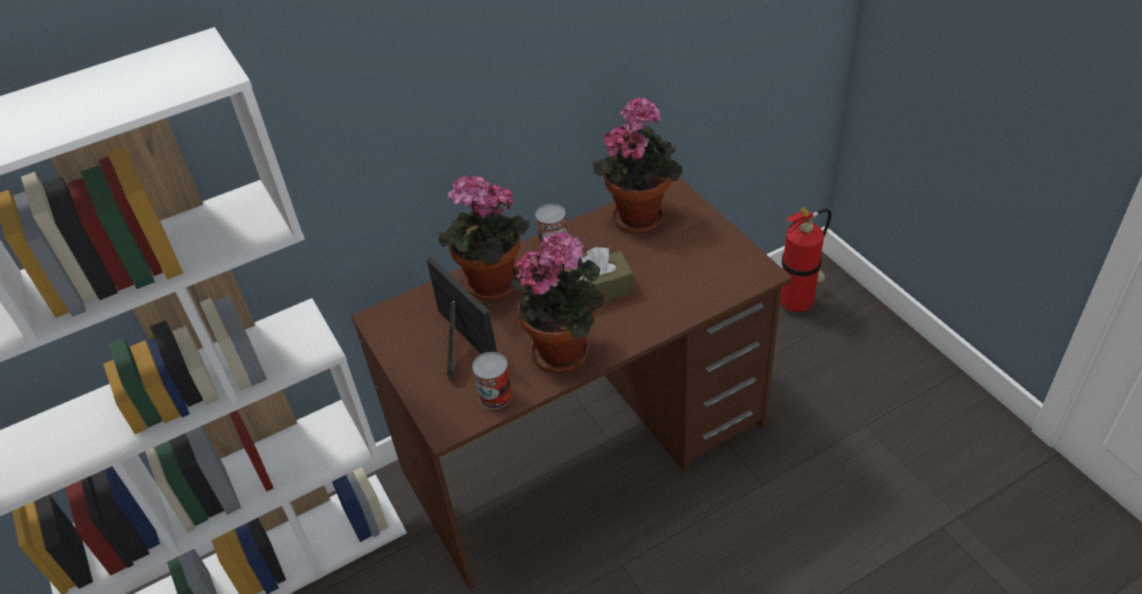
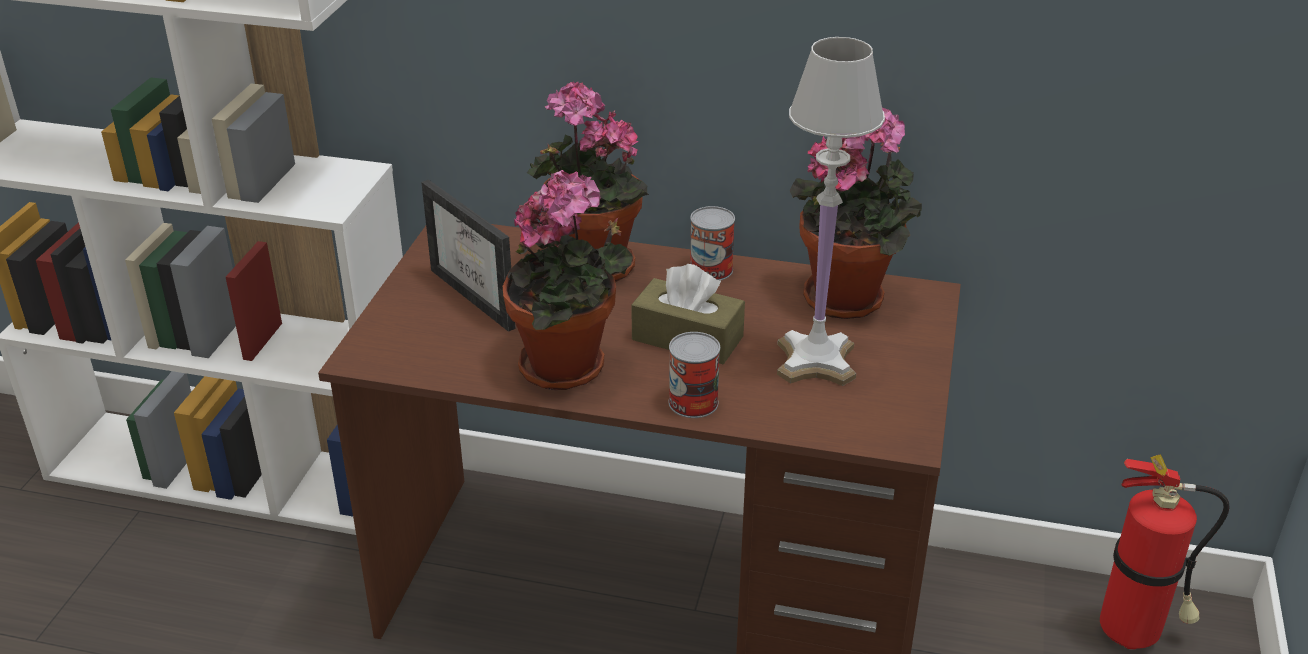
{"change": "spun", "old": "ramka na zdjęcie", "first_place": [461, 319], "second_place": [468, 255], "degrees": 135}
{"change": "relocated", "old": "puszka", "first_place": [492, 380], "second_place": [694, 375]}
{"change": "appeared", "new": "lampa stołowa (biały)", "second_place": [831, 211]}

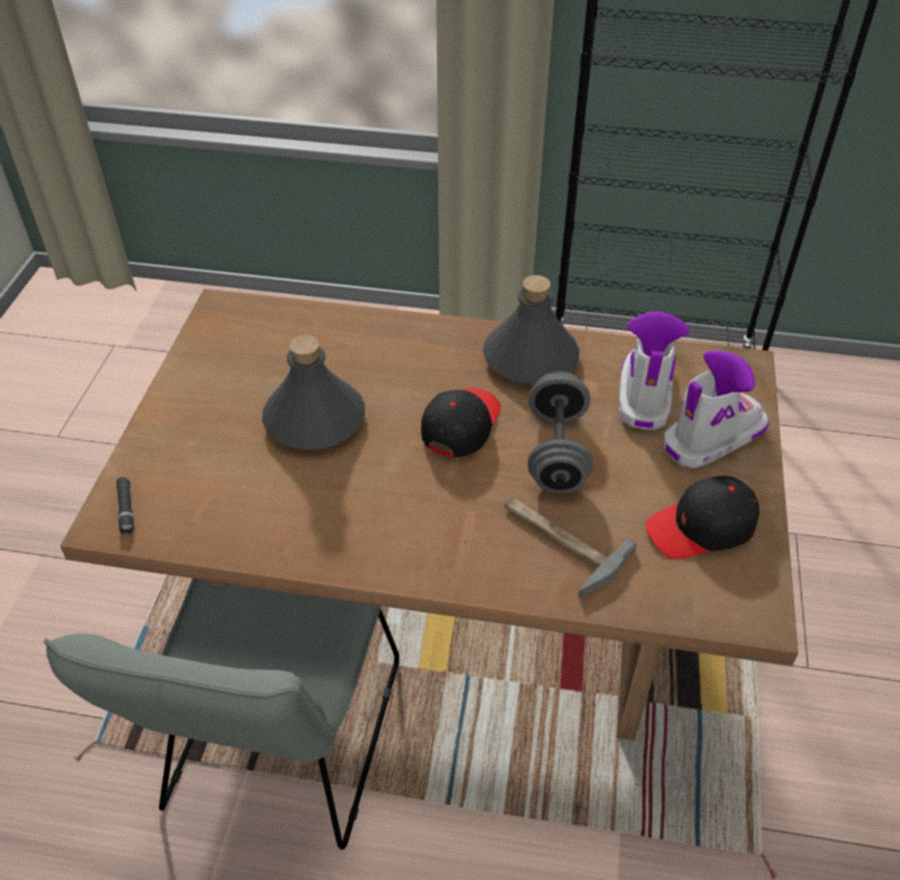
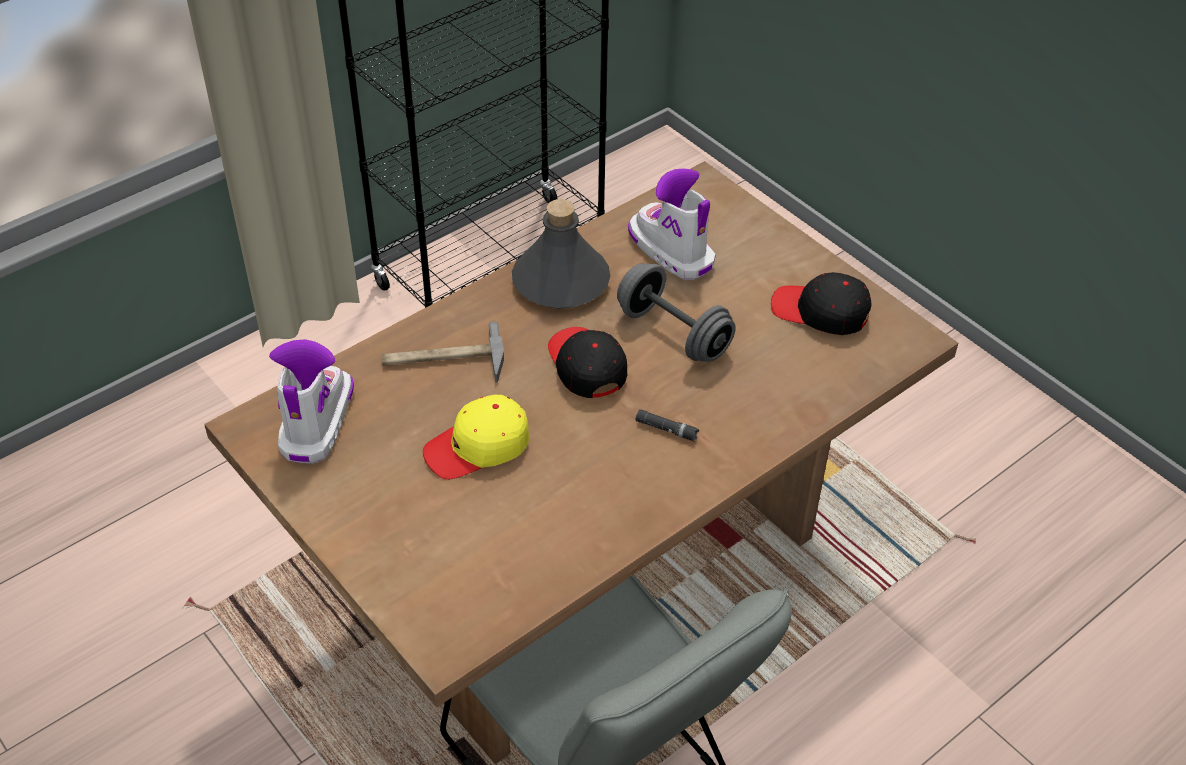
{"change": "relocated", "old": "latarka (czarny)", "first_place": [125, 505], "second_place": [667, 425]}
{"change": "exchanged", "old": "butelka (szary)", "new": "czapka z daszkiem (żółty)", "first_place": [313, 392], "second_place": [476, 437]}
{"change": "relocated", "old": "młotek", "first_place": [570, 547], "second_place": [442, 352]}
{"change": "spun", "old": "czapka z daszkiem (czarny)", "first_place": [702, 517], "second_place": [821, 303], "degrees": 90}
{"change": "relocated", "old": "but z cholewką", "first_place": [716, 409], "second_place": [311, 401]}

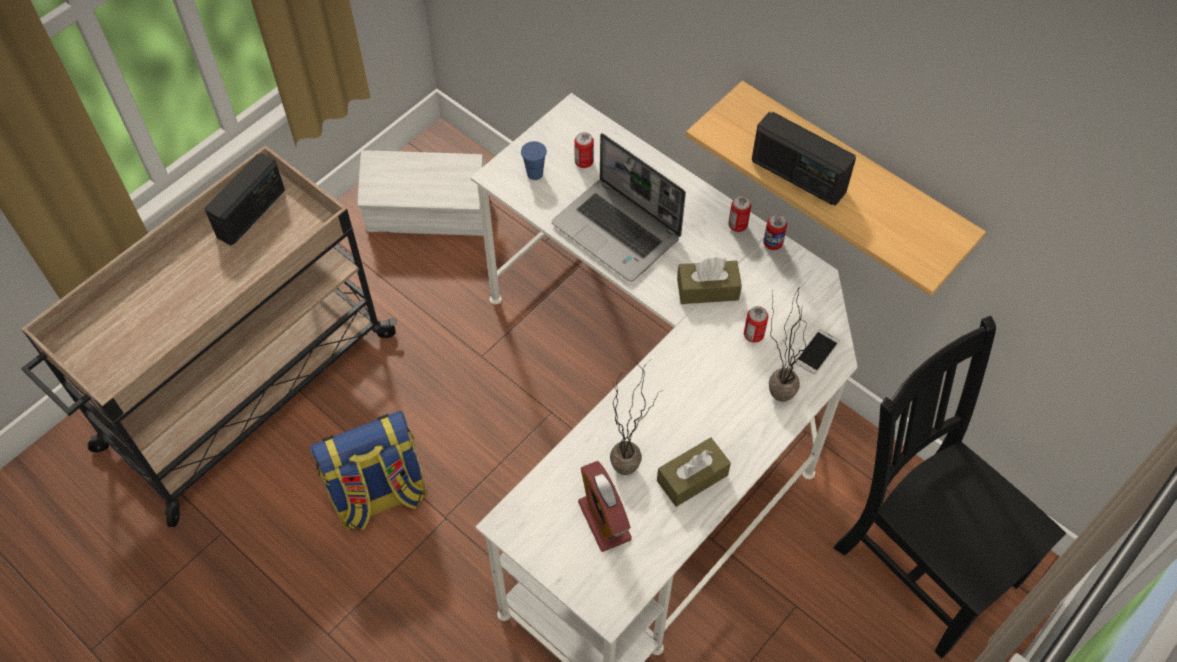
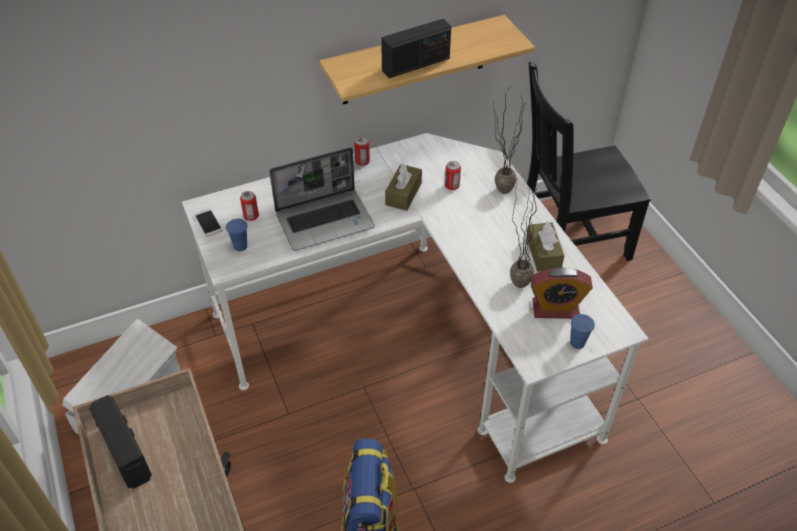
{"change": "missing", "old": "puszka", "first_place": [775, 232]}
{"change": "relocated", "old": "telefon", "first_place": [817, 352], "second_place": [208, 222]}
{"change": "appeared", "new": "filiżanka (niebieski)", "second_place": [582, 331]}

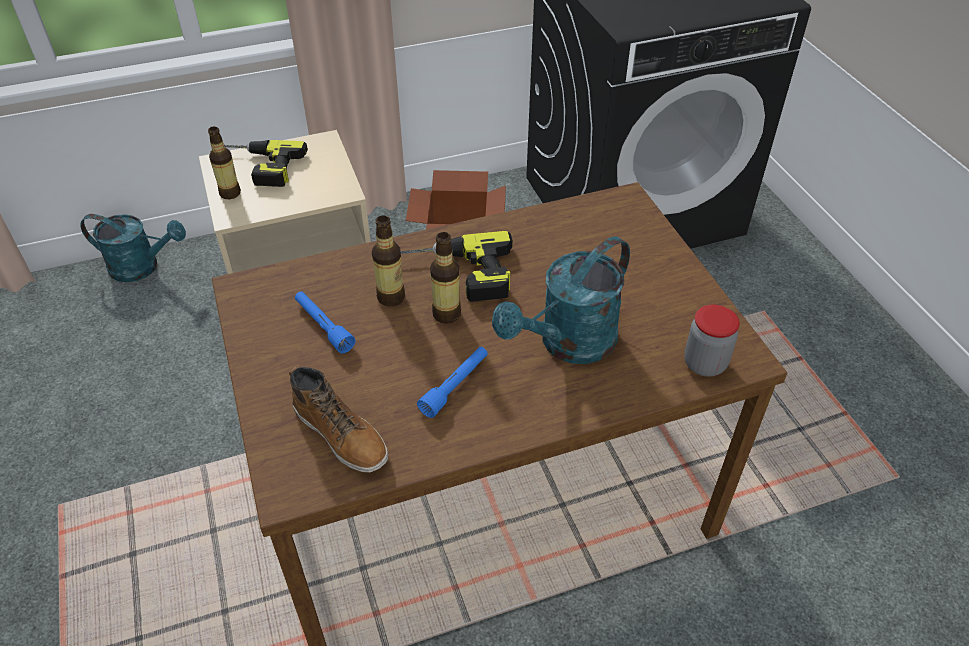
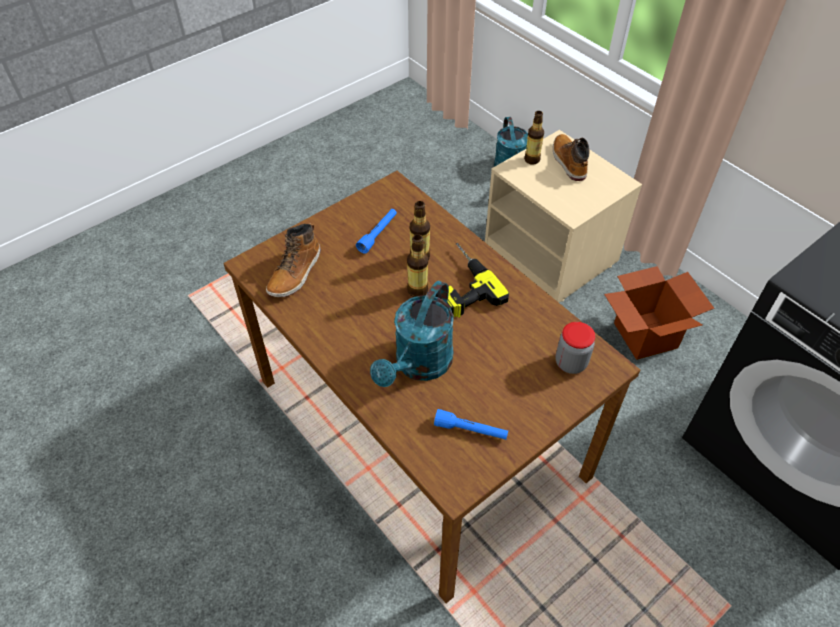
{"change": "exchanged", "old": "wiertarka", "new": "but z cholewką", "first_place": [266, 163], "second_place": [571, 157]}
{"change": "relocated", "old": "latarka (niebieski)", "first_place": [452, 382], "second_place": [471, 424]}
{"change": "spun", "old": "konewka (turkusowy)", "first_place": [561, 300], "second_place": [412, 334], "degrees": -90}
{"change": "relocated", "old": "słoik", "first_place": [712, 341], "second_place": [575, 348]}

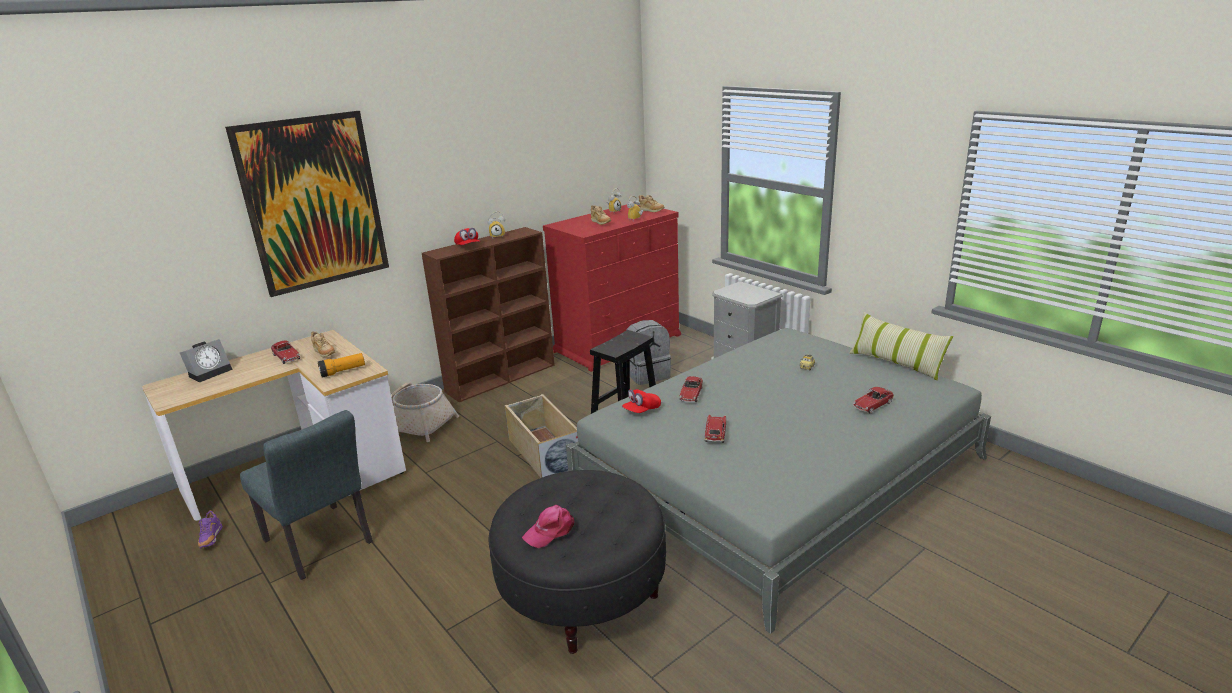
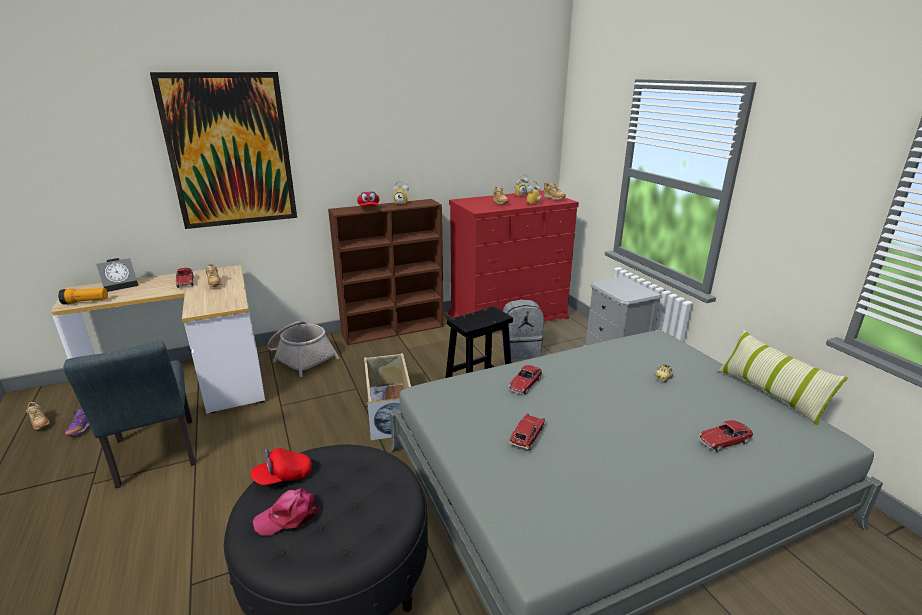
{"change": "relocated", "old": "latarka", "first_place": [341, 365], "second_place": [83, 296]}
{"change": "relocated", "old": "czapka z daszkiem (czerwony)", "first_place": [641, 401], "second_place": [281, 466]}
{"change": "appeared", "new": "but (beżowy)", "second_place": [38, 416]}

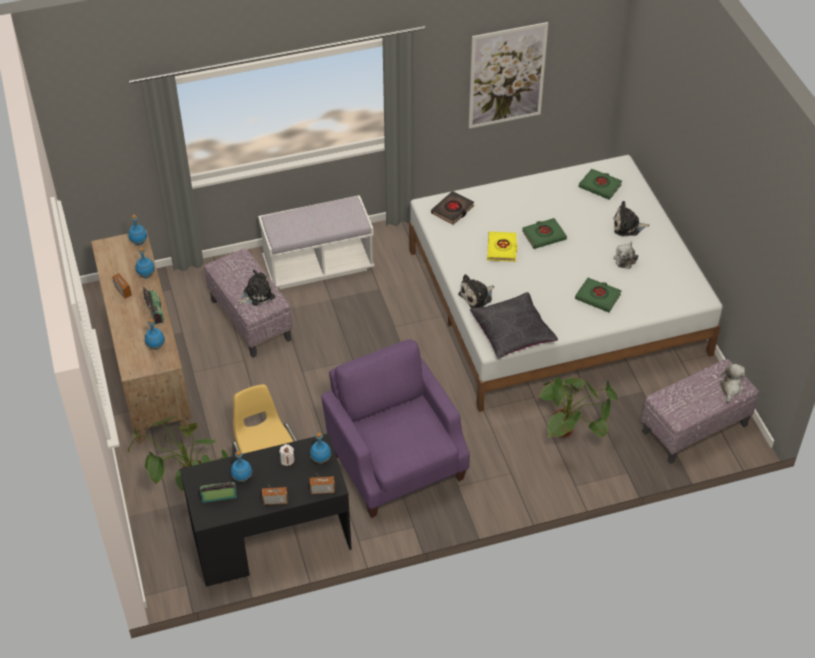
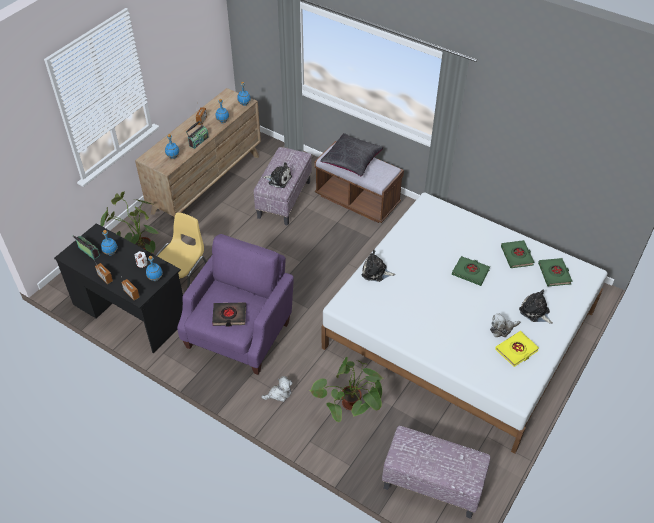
{"change": "colour", "old": "ławka (biały)", "new": "ławka (brązowy)", "first_place": [316, 242], "second_place": [359, 182]}
{"change": "relocated", "old": "książka (czarny)", "first_place": [452, 208], "second_place": [229, 314]}
{"change": "missing", "old": "obraz", "first_place": [508, 75]}
{"change": "relocated", "old": "poduszka (czarny)", "first_place": [514, 325], "second_place": [352, 154]}
{"change": "relocated", "old": "książka (żółty)", "first_place": [502, 246], "second_place": [517, 349]}
{"change": "relocated", "old": "książka (zielony)", "first_place": [598, 295], "second_place": [518, 254]}
{"change": "relocated", "old": "pluszak", "first_place": [732, 383], "second_place": [277, 389]}

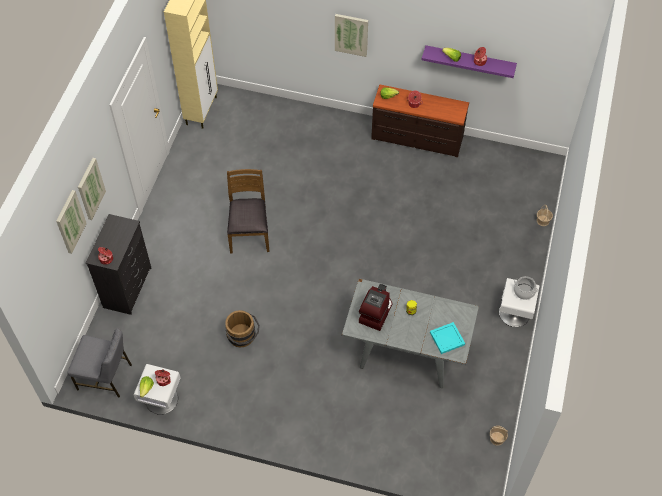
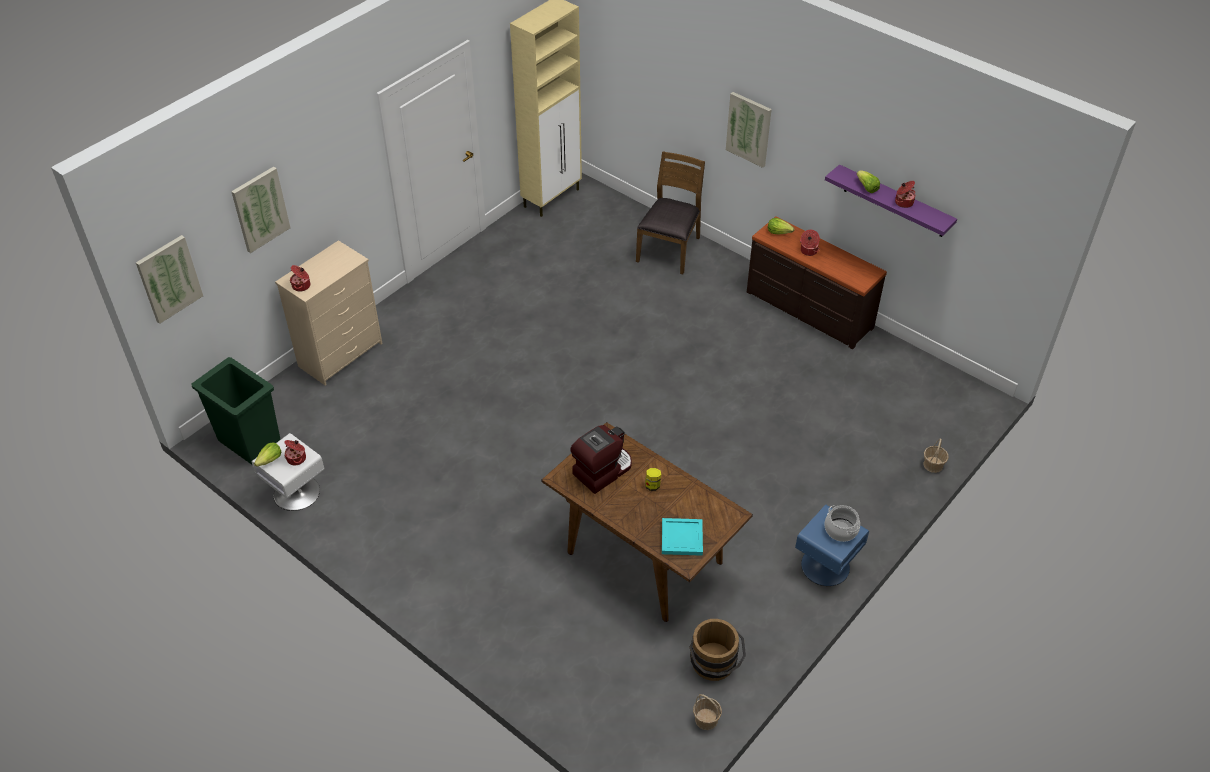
{"change": "exchanged", "old": "krzesło (szary)", "new": "kosz na śmieci (zielony)", "first_place": [99, 363], "second_place": [236, 411]}
{"change": "relocated", "old": "obraz", "first_place": [92, 189], "second_place": [169, 279]}
{"change": "colour", "old": "komoda (czarny)", "new": "komoda (beżowy)", "first_place": [119, 264], "second_place": [329, 312]}
{"change": "relocated", "old": "wiadro (brązowy)", "first_place": [242, 328], "second_place": [717, 650]}
{"change": "relocated", "old": "krzesło (brązowy)", "first_place": [248, 211], "second_place": [670, 212]}
{"change": "colour", "old": "stół jadalny (szary)", "new": "stół jadalny (brązowy)", "first_place": [410, 333], "second_place": [647, 522]}
{"change": "colour", "old": "szafka nocna (biały)", "new": "szafka nocna (niebieski)", "first_place": [519, 302], "second_place": [832, 545]}

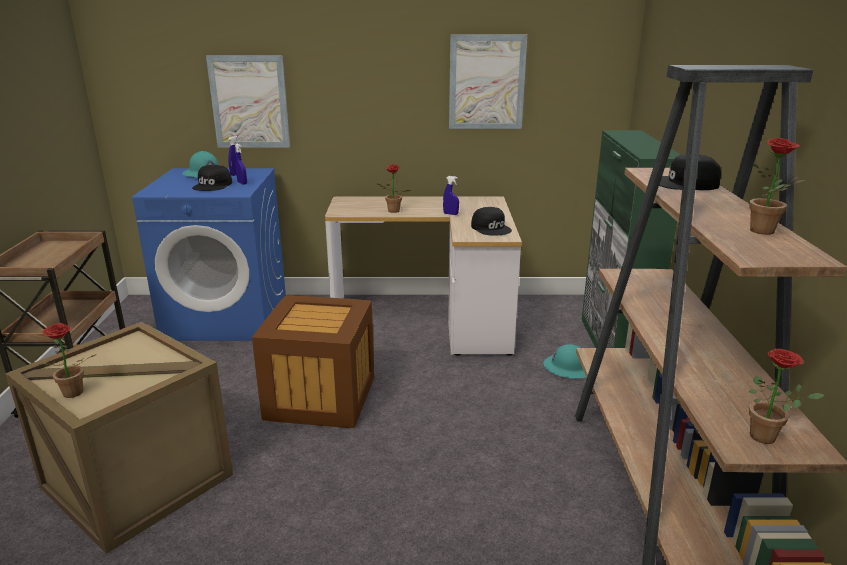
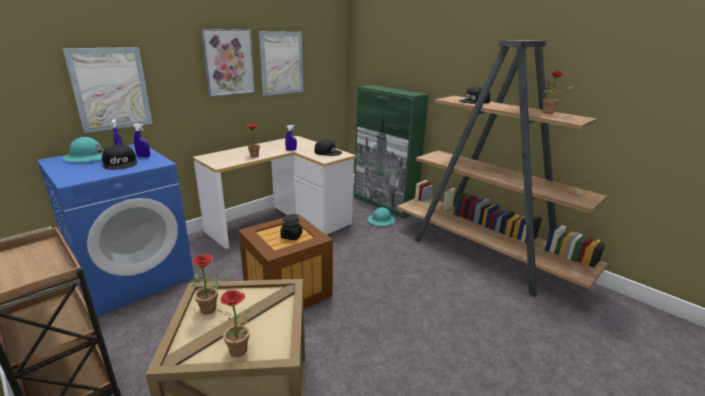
{"change": "relocated", "old": "roślina doniczkowa", "first_place": [787, 396], "second_place": [210, 284]}
{"change": "appeared", "new": "obraz", "second_place": [227, 63]}
{"change": "appeared", "new": "słoik (czarny)", "second_place": [291, 227]}

